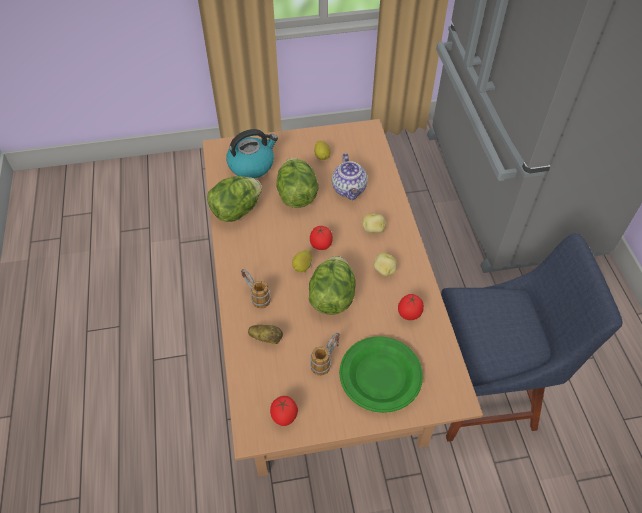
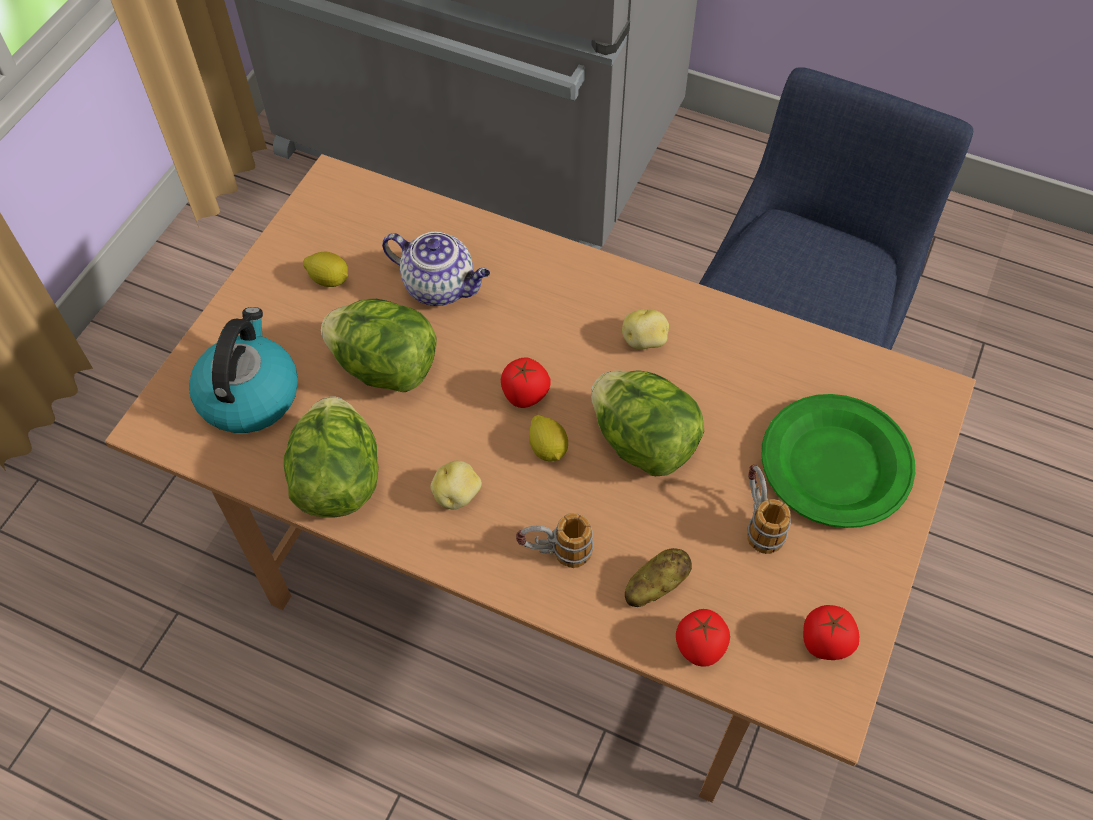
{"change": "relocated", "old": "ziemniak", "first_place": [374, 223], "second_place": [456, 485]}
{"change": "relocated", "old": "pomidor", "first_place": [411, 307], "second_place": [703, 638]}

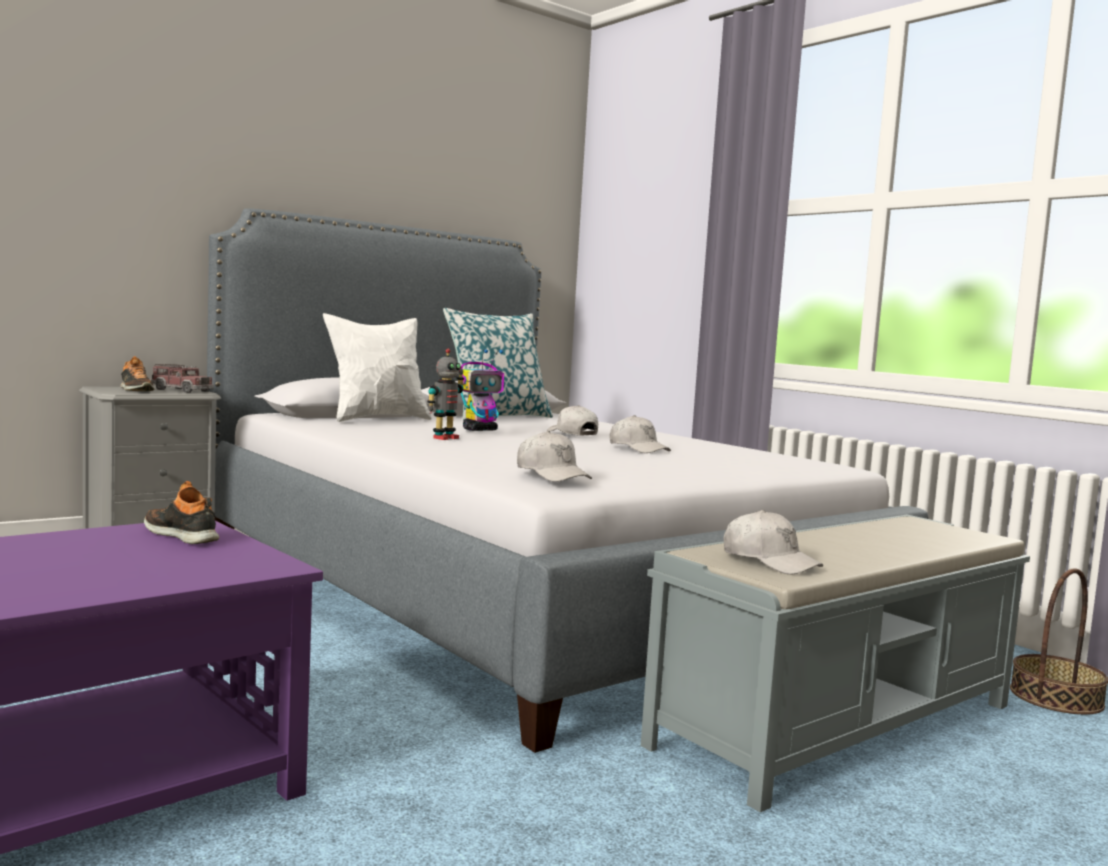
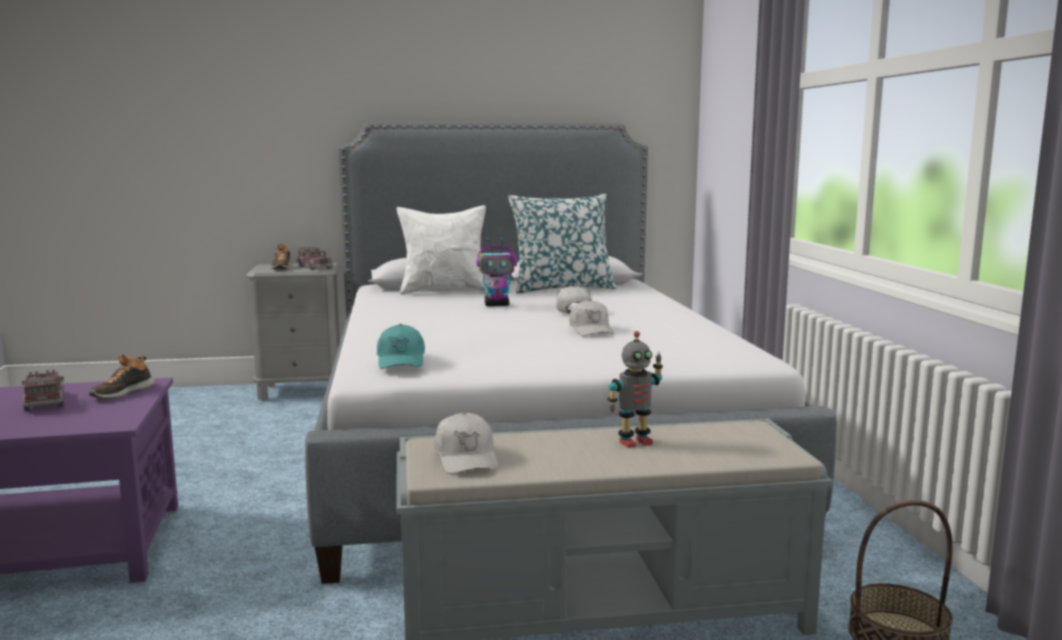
{"change": "spun", "old": "but", "first_place": [182, 512], "second_place": [122, 376], "degrees": -135}
{"change": "relocated", "old": "robot zabawkowy", "first_place": [445, 394], "second_place": [635, 389]}
{"change": "colour", "old": "czapka z daszkiem (biały)", "new": "czapka z daszkiem (turkusowy)", "first_place": [554, 456], "second_place": [401, 346]}
{"change": "appeared", "new": "ciężarówka zabawkowa", "second_place": [43, 390]}

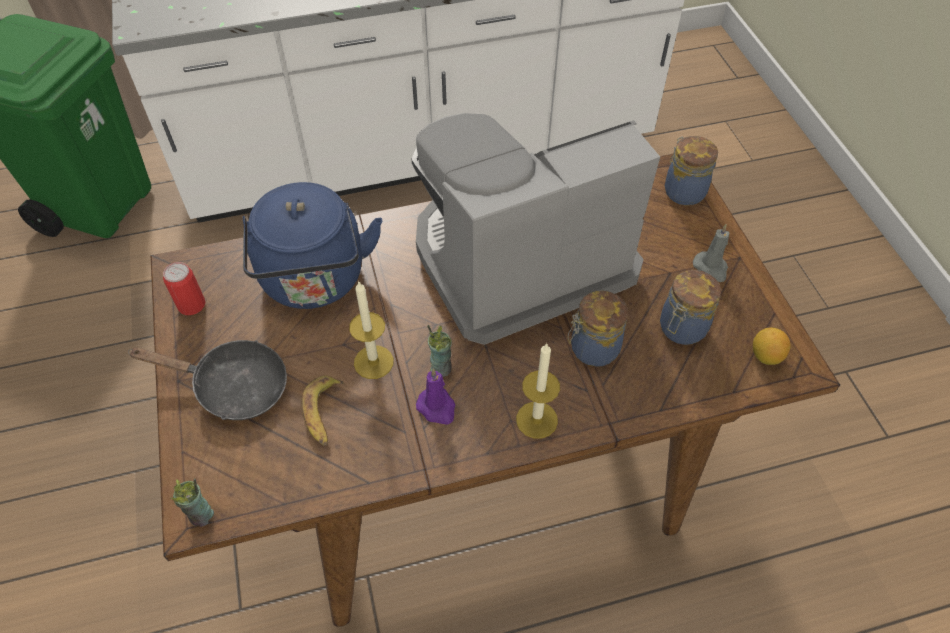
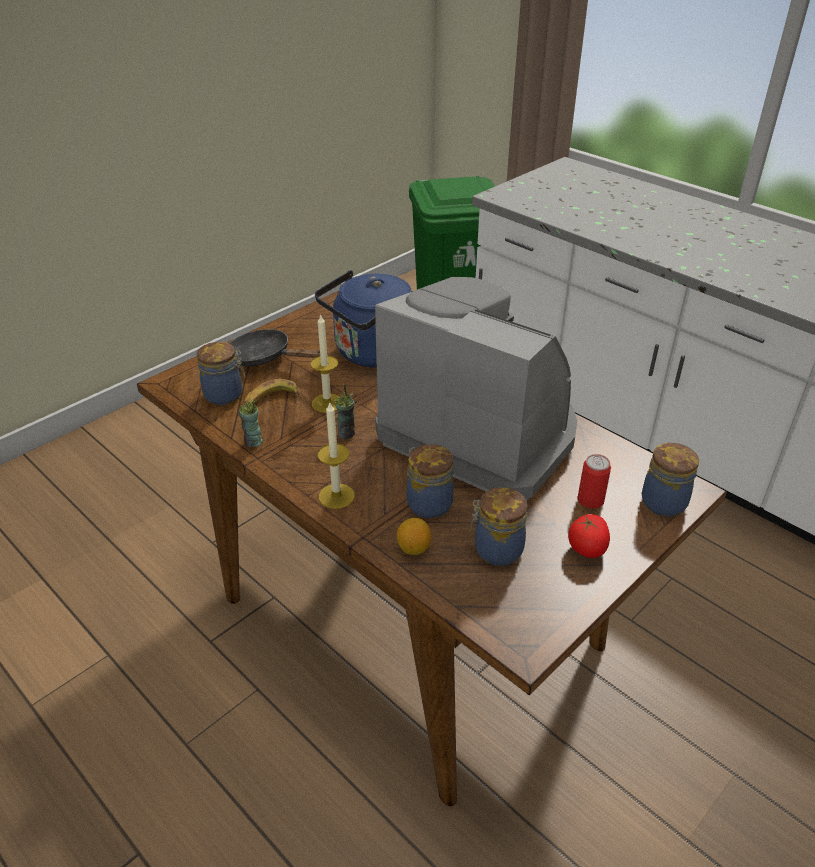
{"change": "spun", "old": "patelnia (czarny)", "first_place": [207, 380], "second_place": [274, 347], "degrees": 135}
{"change": "relocated", "old": "puszka", "first_place": [184, 288], "second_place": [594, 481]}
{"change": "relocated", "old": "filiżanka", "first_place": [192, 502], "second_place": [251, 423]}
{"change": "missing", "old": "świeca (fioletowy)", "first_place": [435, 396]}
{"change": "exchanged", "old": "świeca (szary)", "new": "pomidor", "first_place": [711, 253], "second_place": [589, 536]}
{"change": "relocated", "old": "cytryna", "first_place": [772, 346], "second_place": [414, 536]}
{"change": "appeared", "new": "słoik", "second_place": [221, 373]}

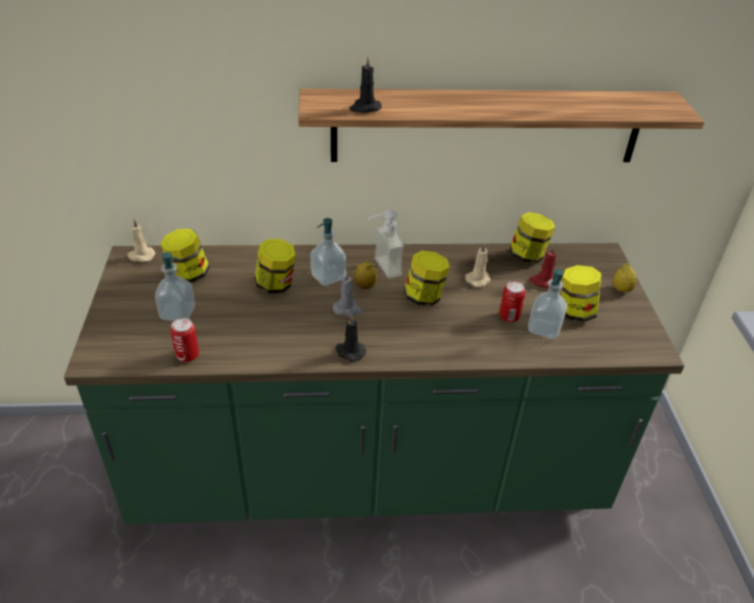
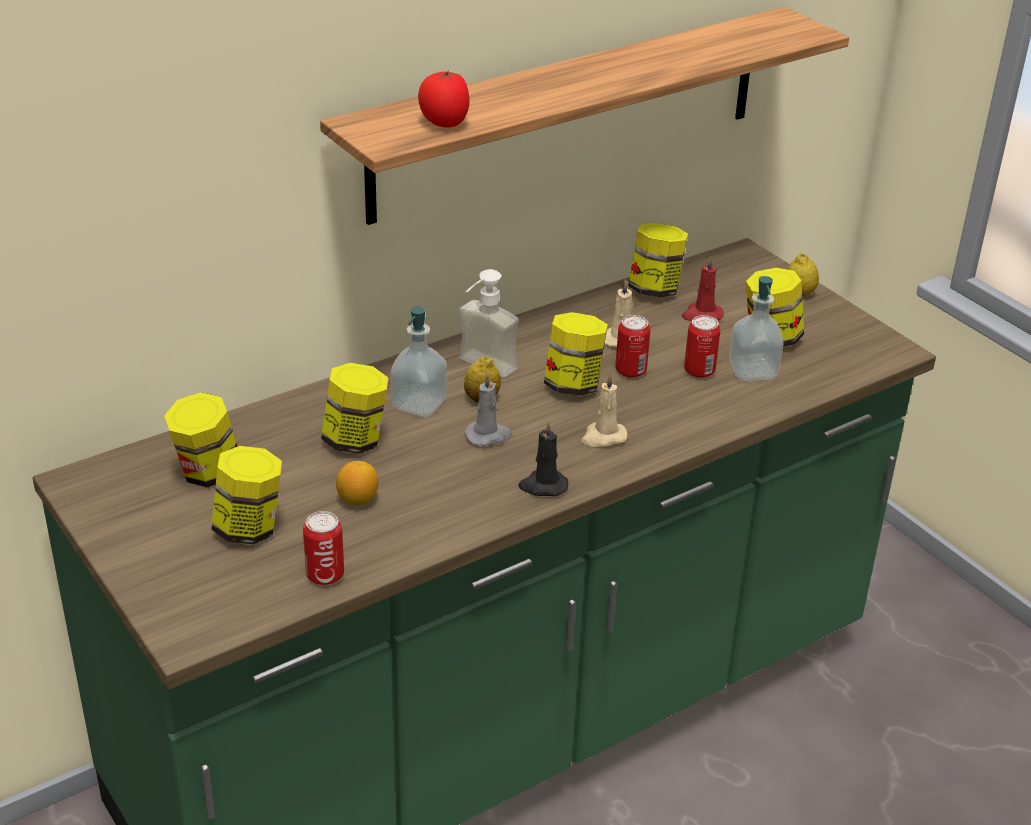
{"change": "relocated", "old": "świeca (beżowy)", "first_place": [141, 240], "second_place": [604, 410]}
{"change": "exchanged", "old": "dozownik mydła", "new": "słoik", "first_place": [175, 286], "second_place": [246, 495]}
{"change": "exchanged", "old": "świeca (czarny)", "new": "pomidor", "first_place": [365, 85], "second_place": [443, 98]}
{"change": "appeared", "new": "cytryna", "second_place": [357, 483]}
{"change": "appeared", "new": "puszka", "second_place": [633, 346]}

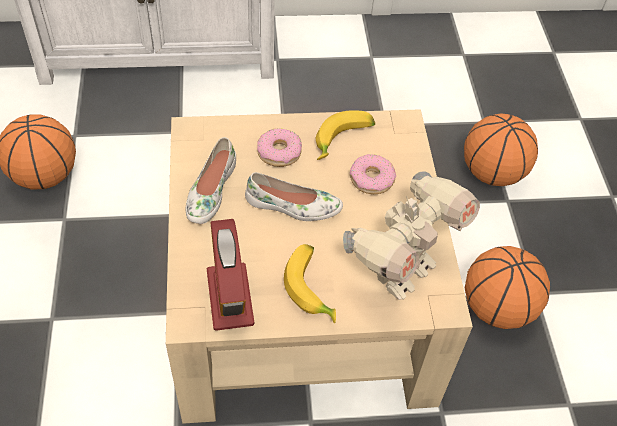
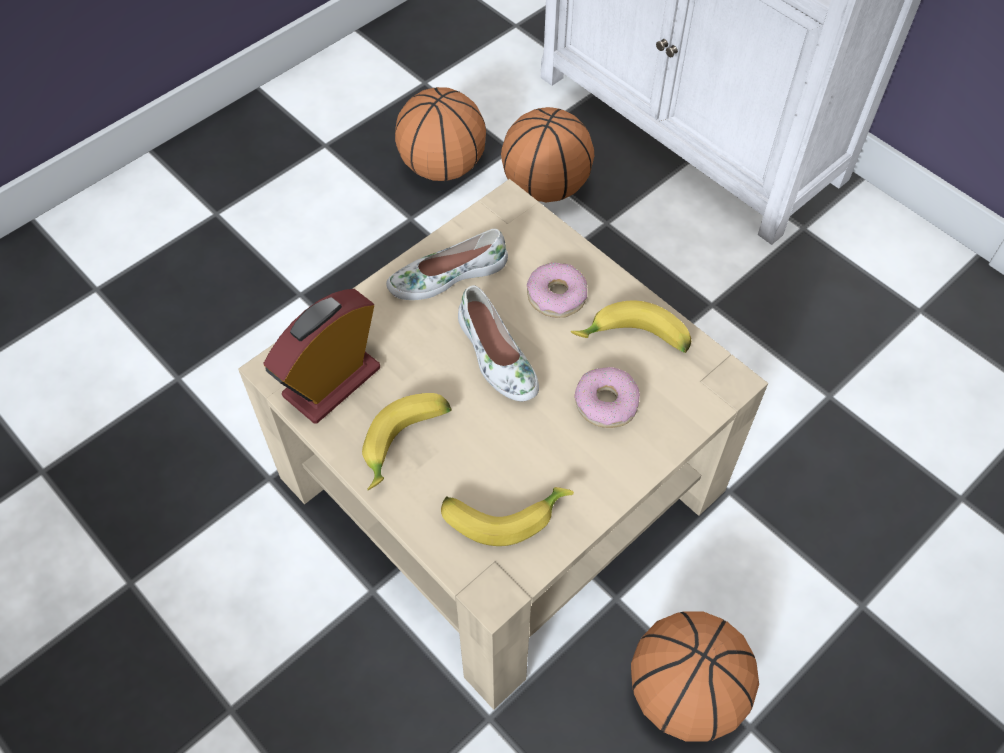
{"change": "exchanged", "old": "robot zabawkowy", "new": "banan", "first_place": [411, 235], "second_place": [507, 516]}
{"change": "relocated", "old": "piłka do koszykówki", "first_place": [501, 149], "second_place": [547, 154]}

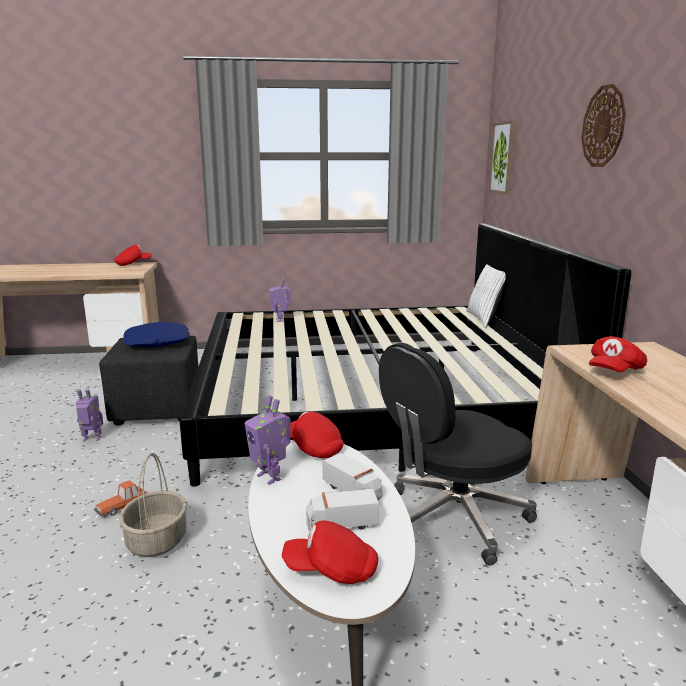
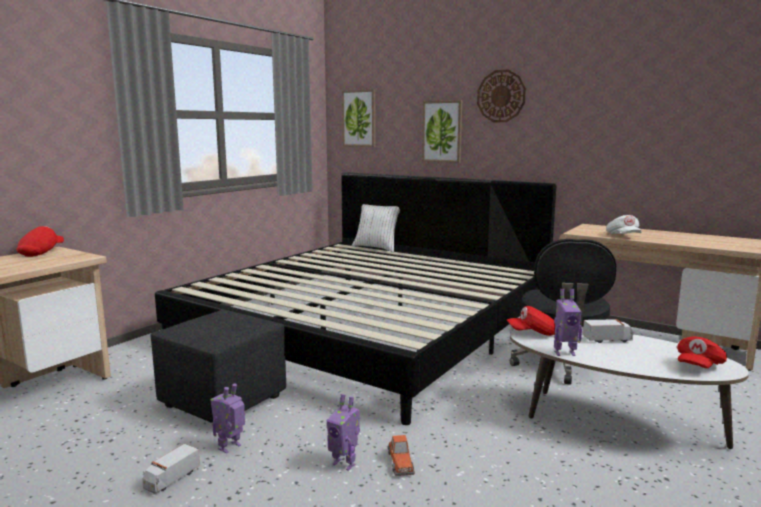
{"change": "missing", "old": "koszyk", "first_place": [153, 505]}
{"change": "missing", "old": "poduszka (niebieski)", "first_place": [156, 335]}
{"change": "relocated", "old": "robot zabawkowy", "first_place": [280, 300], "second_place": [343, 432]}
{"change": "relocated", "old": "ciężarówka zabawkowa", "first_place": [342, 510], "second_place": [171, 469]}
{"change": "colour", "old": "czapka z daszkiem (czerwony)", "new": "czapka z daszkiem (biały)", "first_place": [618, 354], "second_place": [624, 224]}
{"change": "appeared", "new": "obraz", "second_place": [442, 131]}

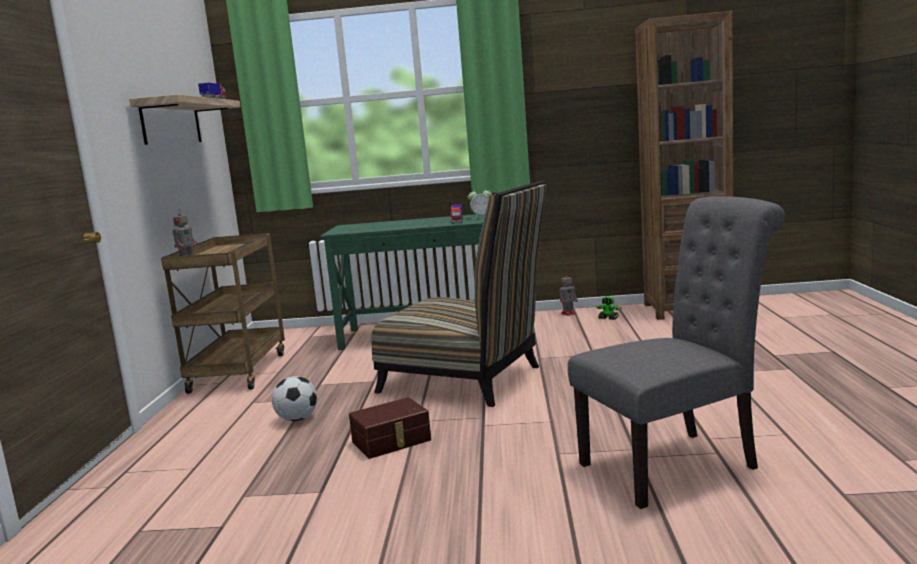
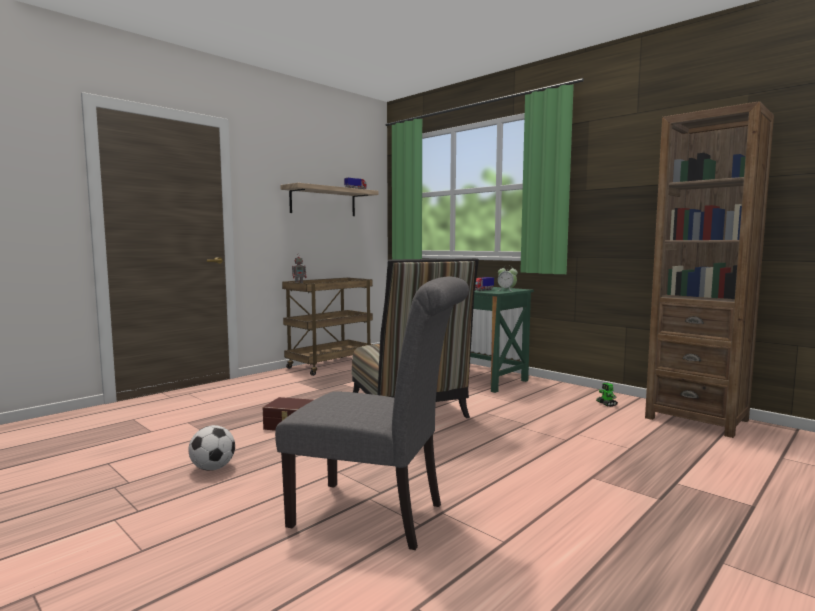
{"change": "relocated", "old": "piłka futbolowa", "first_place": [294, 398], "second_place": [211, 448]}
{"change": "missing", "old": "robot zabawkowy", "first_place": [568, 294]}

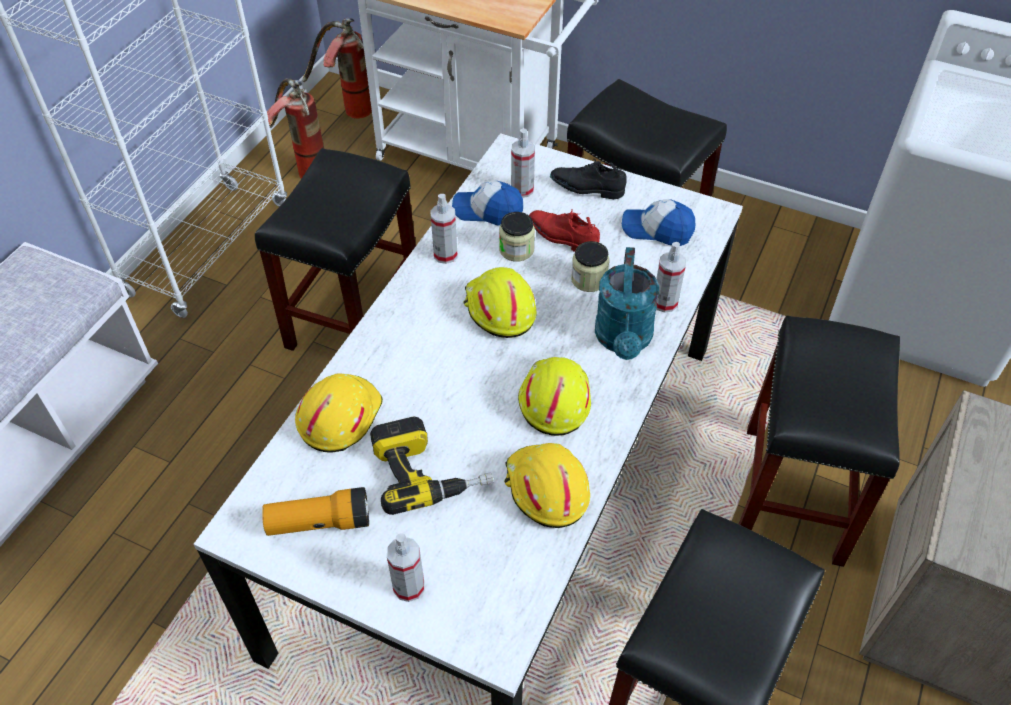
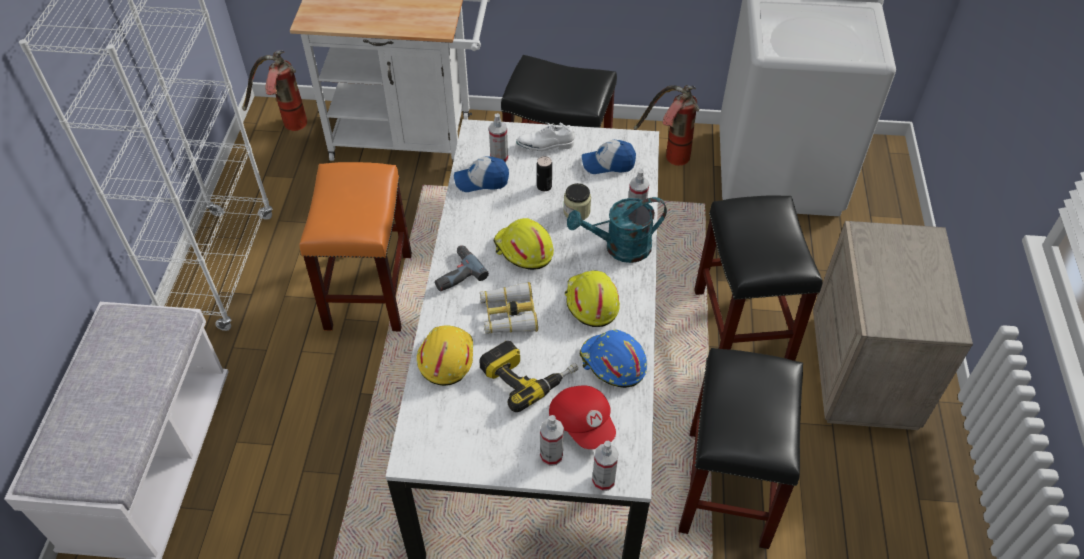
{"change": "colour", "old": "stołek (czarny)", "new": "stołek (pomarańczowy)", "first_place": [335, 249], "second_place": [356, 246]}
{"change": "missing", "old": "latarka", "first_place": [315, 511]}
{"change": "relocated", "old": "gaśnica", "first_place": [295, 128], "second_place": [666, 125]}
{"change": "relocated", "old": "spryskiwacz", "first_place": [444, 229], "second_place": [605, 466]}
{"change": "missing", "old": "słoik", "first_place": [517, 236]}
{"change": "colour", "old": "kask (żółty)", "new": "kask (niebieski)", "first_place": [547, 485], "second_place": [613, 359]}
{"change": "exchanged", "old": "but (czerwony)", "new": "puszka", "first_place": [564, 230], "second_place": [544, 173]}
{"change": "colour", "old": "but (czarny)", "new": "but (biały)", "first_place": [588, 179], "second_place": [545, 137]}
{"change": "spun", "old": "konewka (turkusowy)", "first_place": [627, 303], "second_place": [617, 230], "degrees": 90}
{"change": "appeared", "new": "wiertarka", "second_place": [462, 268]}
{"change": "appeared", "new": "lornetka", "second_place": [509, 308]}
{"change": "appeared", "new": "czapka z daszkiem (czerwony)", "second_place": [582, 417]}

